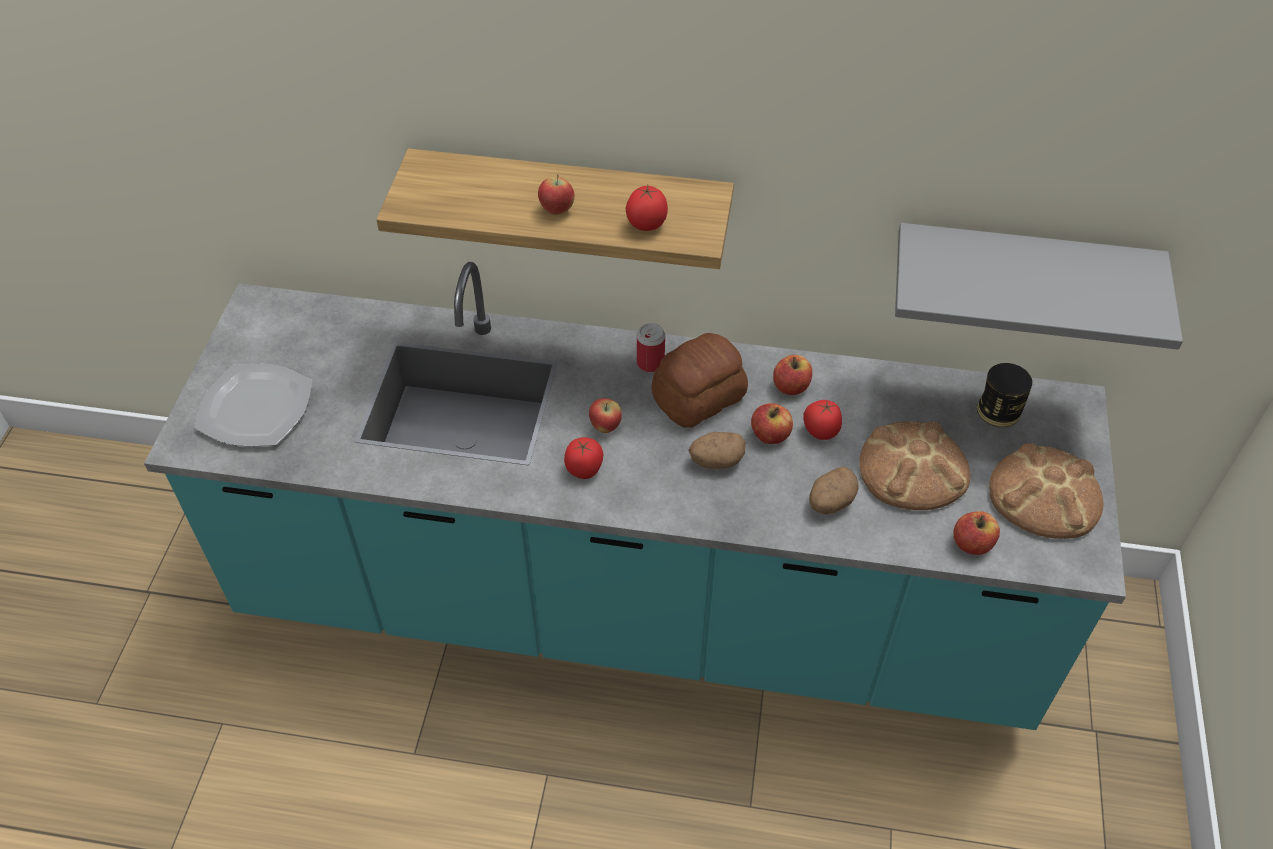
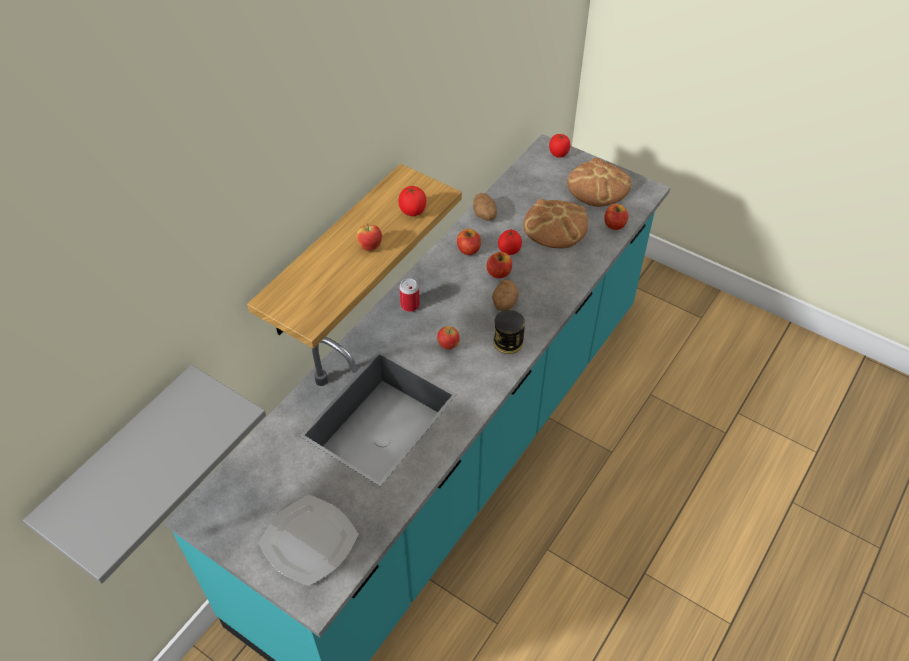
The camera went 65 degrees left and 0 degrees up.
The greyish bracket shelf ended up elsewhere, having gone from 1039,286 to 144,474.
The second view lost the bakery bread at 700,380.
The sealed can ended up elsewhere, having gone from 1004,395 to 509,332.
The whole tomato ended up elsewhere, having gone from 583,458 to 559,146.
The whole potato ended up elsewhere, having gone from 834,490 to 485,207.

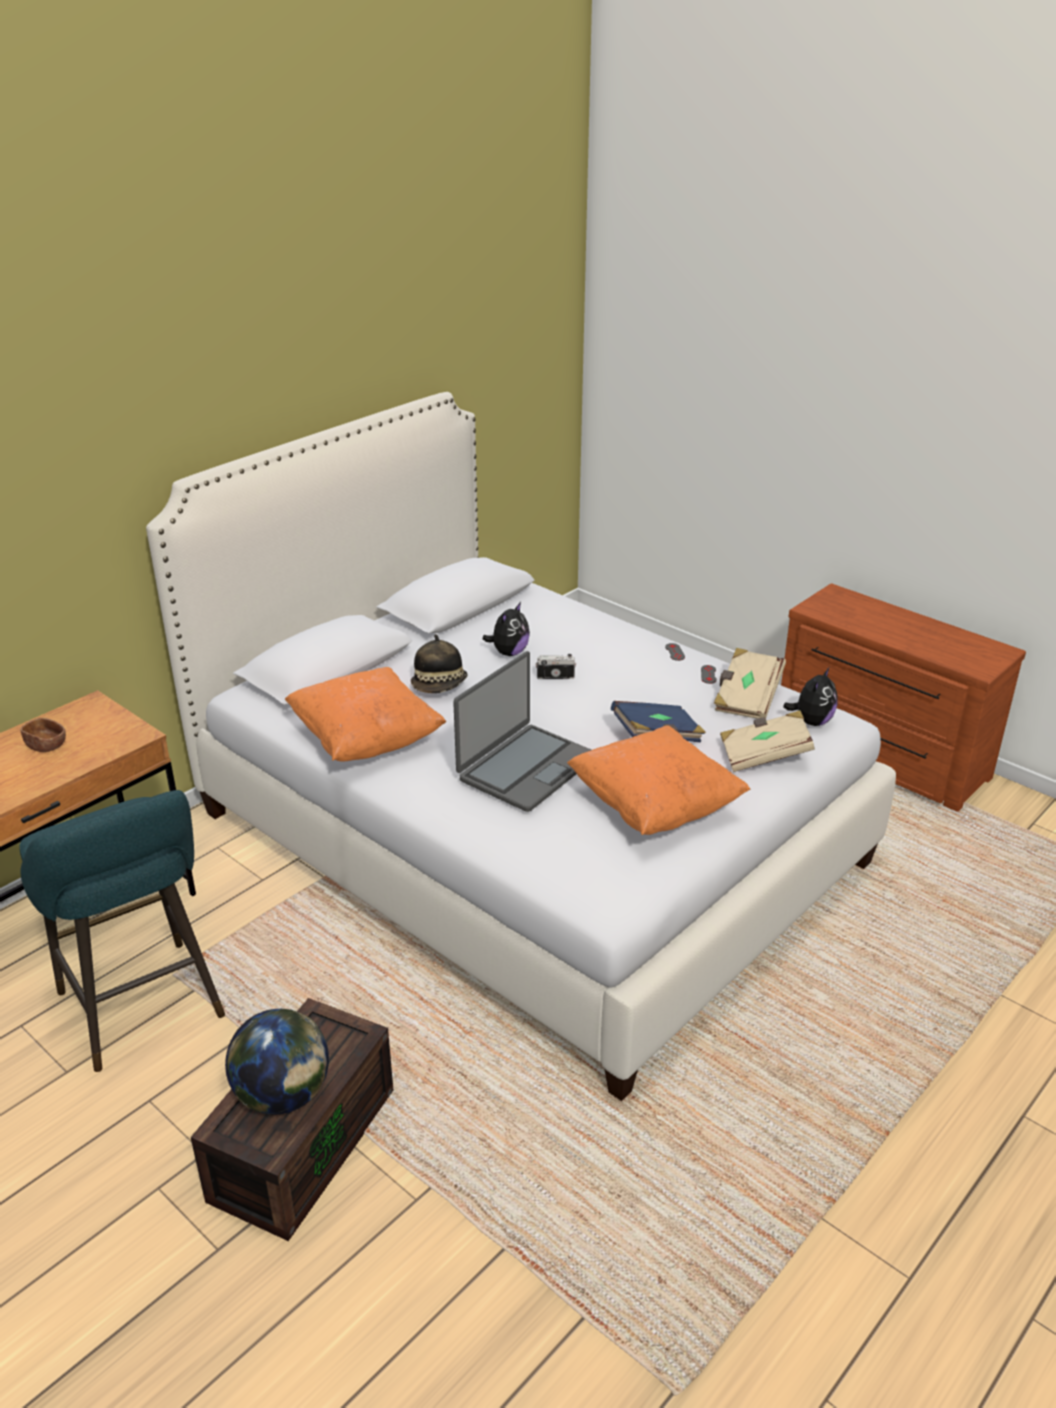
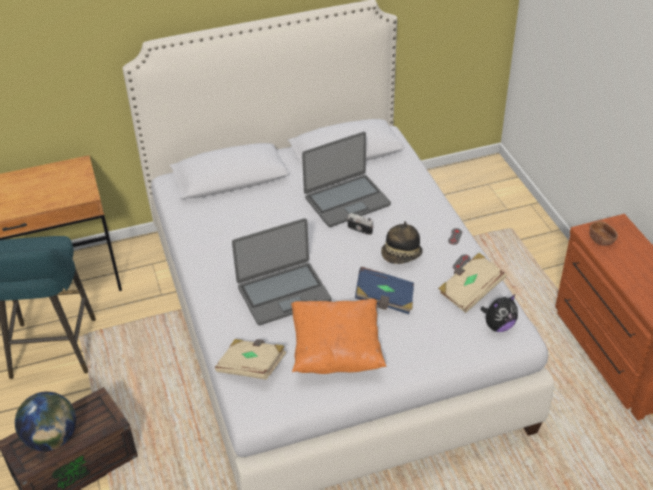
The camera went 30 degrees right and 10 degrees up.
Where the cuddly toy stood at 506,629, the notebook computer came to stand at 346,179.
The wearable hat ended up elsewhere, having gone from 439,663 to 402,242.
The second view lost the orange cushion at 365,714.
The beige volume ended up elsewhere, having gone from 767,741 to 250,359.
The brownish serving bowl ended up elsewhere, having gone from 43,735 to 603,233.

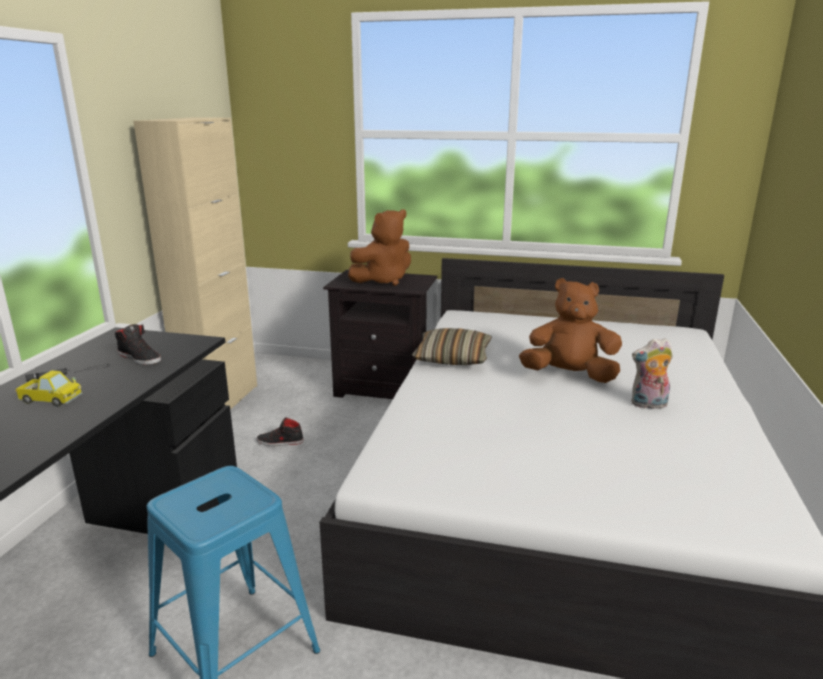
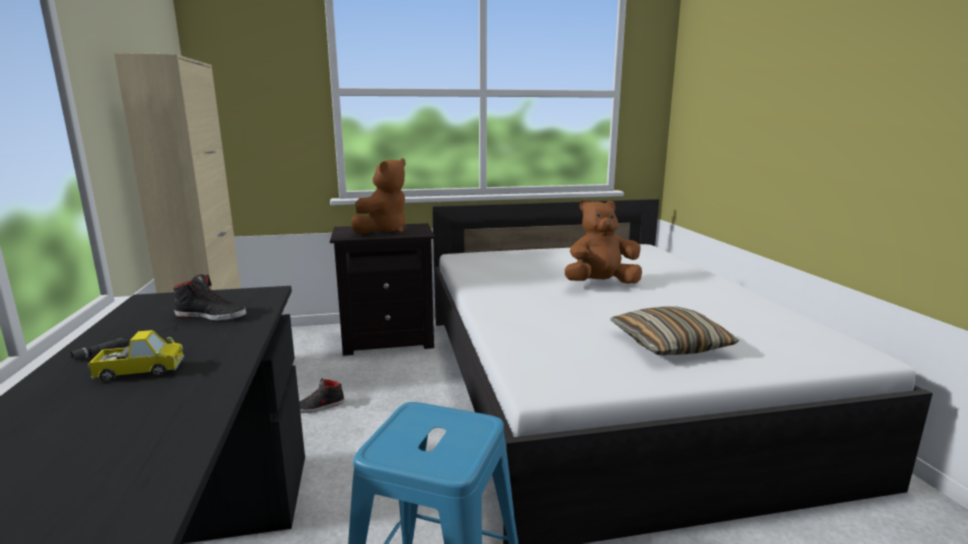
The camera went 25 degrees left and 5 degrees down.
The cushion ended up elsewhere, having gone from 452,346 to 674,330.
The second view lost the cuddly toy at 652,373.

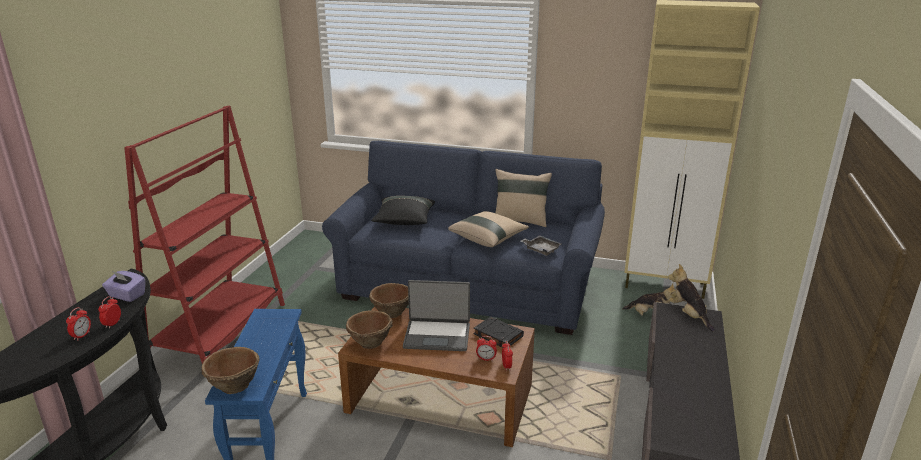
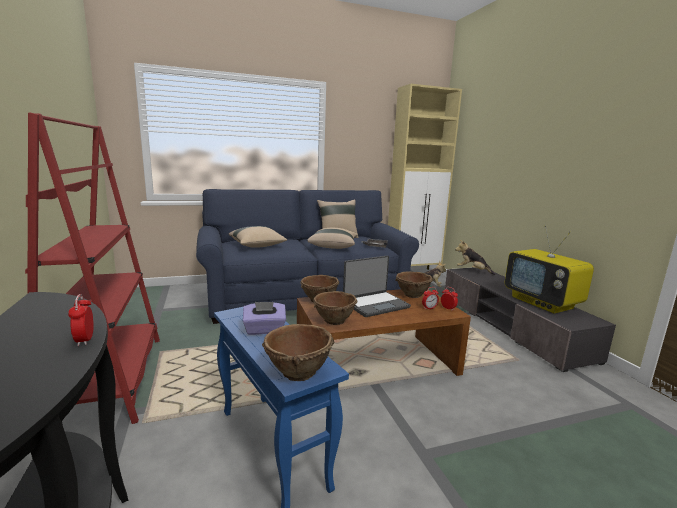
The camera went 35 degrees left and 10 degrees down.
What was the black cushion at 403,210 turned into the beige cushion at 257,237.
The purple-coloured tissue holder ended up elsewhere, having gone from 123,286 to 264,318.
The second view lost the bedside clock at 78,324.
Where the black volume stood at 498,332, the brownish serving bowl came to stand at 414,284.
The second view gained the TV set at 549,269.

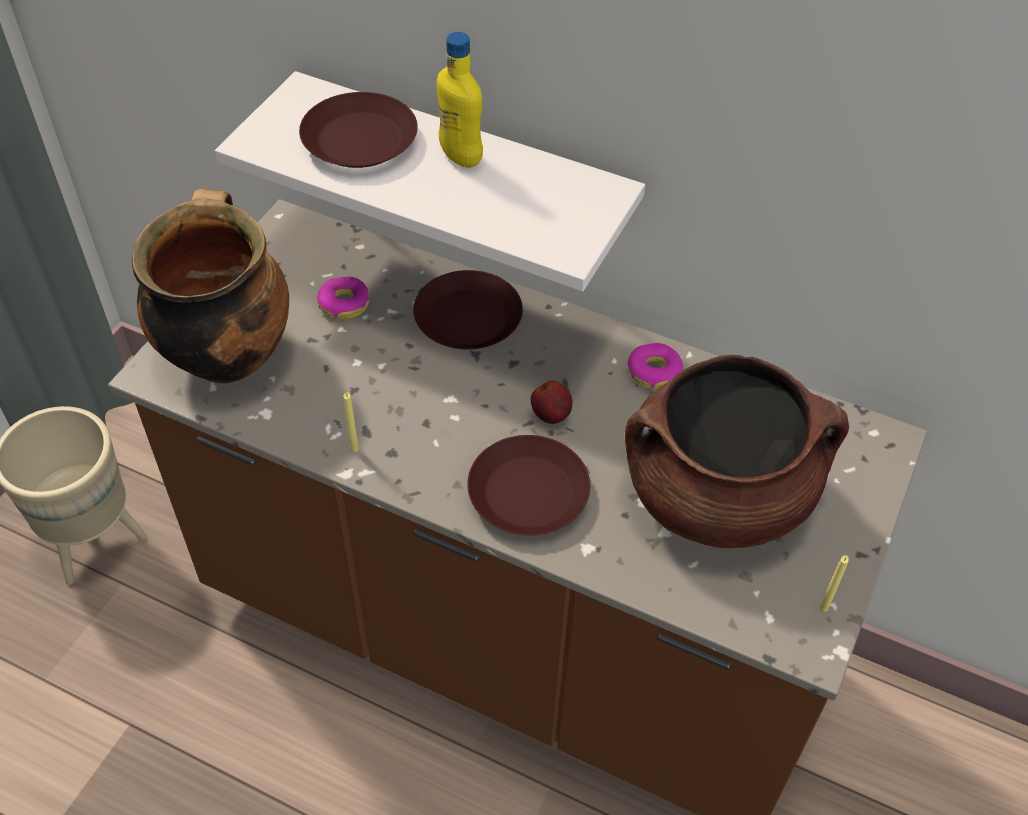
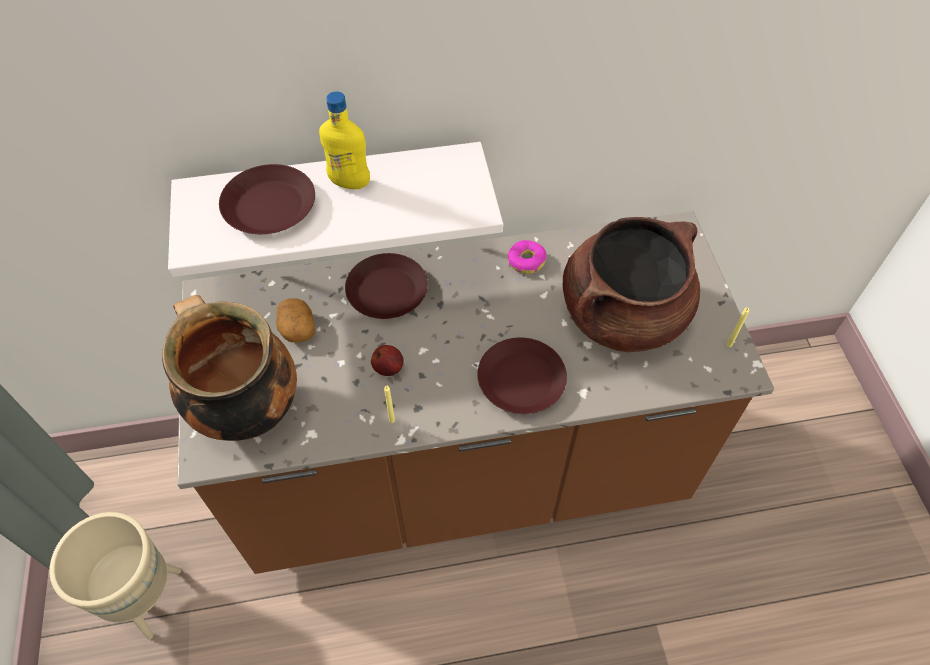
The camera went 35 degrees left and 5 degrees up.
Where the ring doughnut stood at 343,298, the whole potato came to stand at 295,321.
The apple ended up elsewhere, having gone from 551,402 to 387,360.

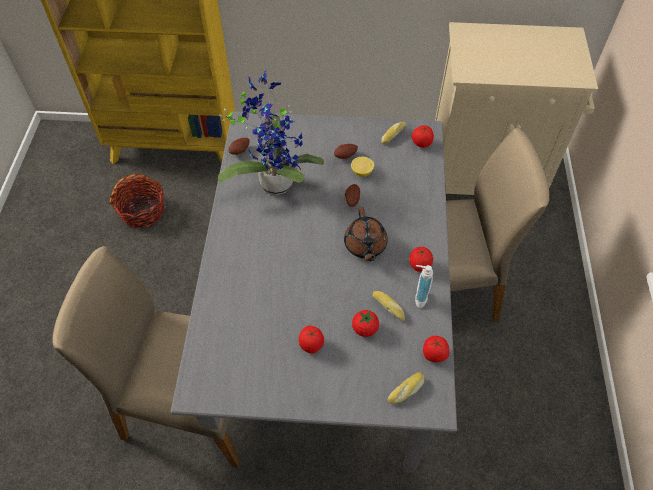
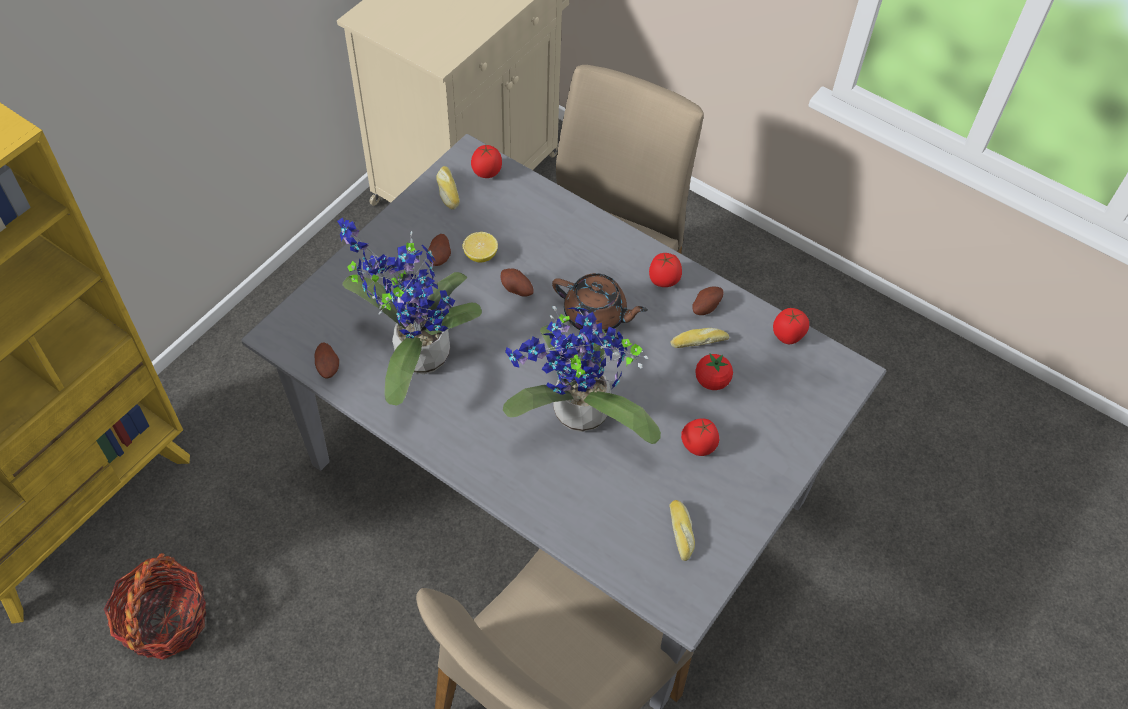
The camera went 60 degrees left and 0 degrees up.
Where the liquid soap bottle stood at 424,286, the whole potato came to stand at 708,300.
The bakery bread ended up elsewhere, having gone from 406,388 to 682,530.
The second view gained the houseplant at 582,375.

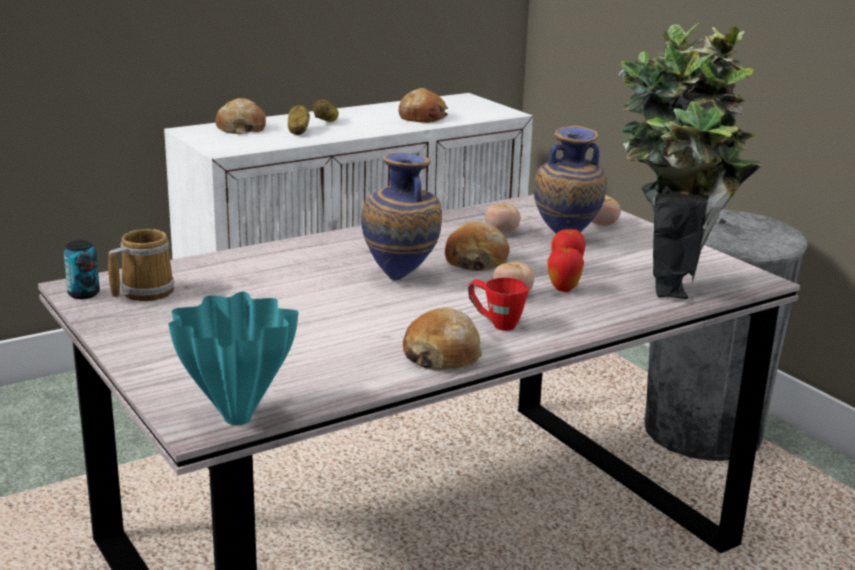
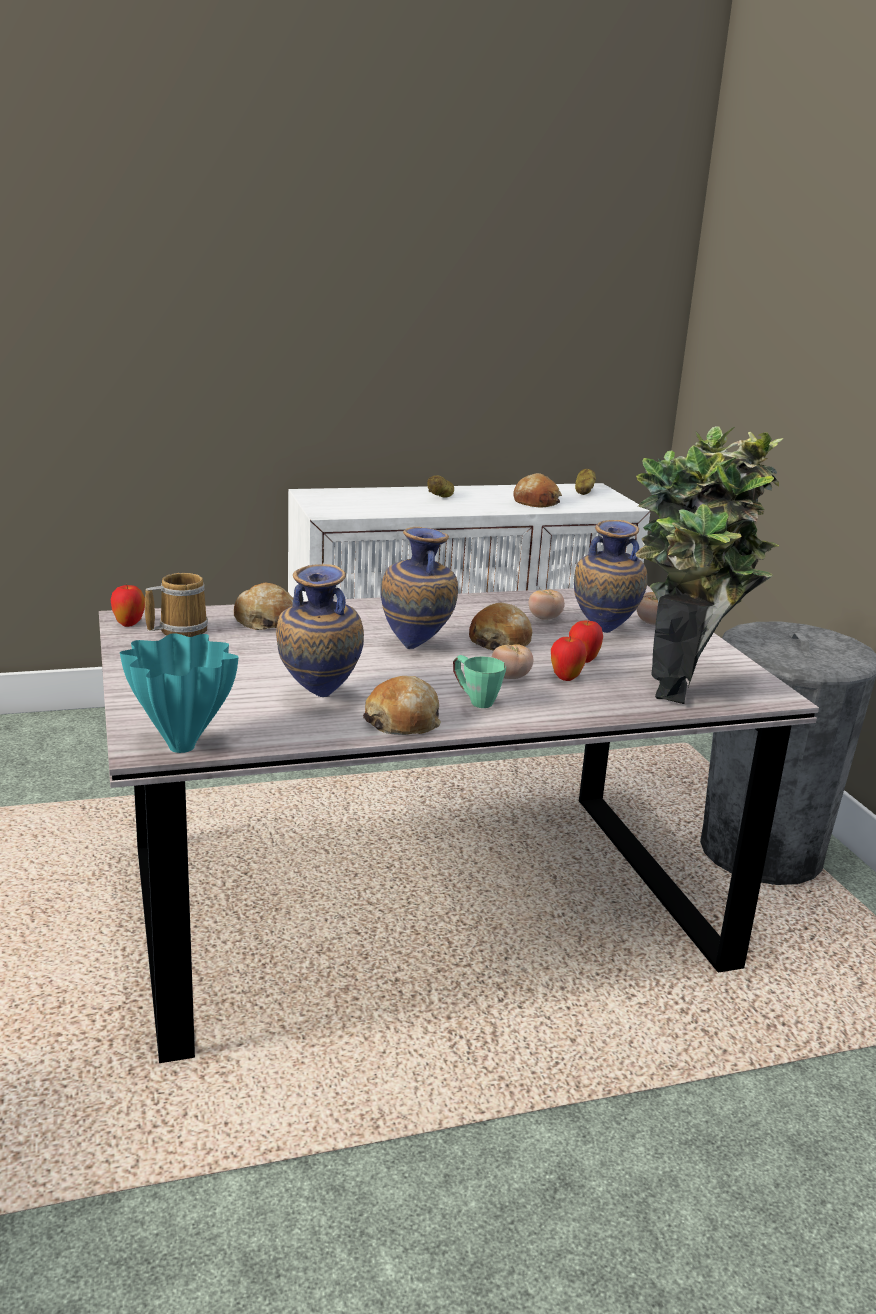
The camera went 15 degrees right and 0 degrees up.
The bakery bread ended up elsewhere, having gone from 241,116 to 263,606.
The whole potato ended up elsewhere, having gone from 299,120 to 585,482.
Where the sealed can stood at 81,269, the apple came to stand at 128,605.
What was the red-coloured coffee mug at 498,304 turned into the greenish coffee mug at 479,681.
The second view gained the flower vase at 320,630.

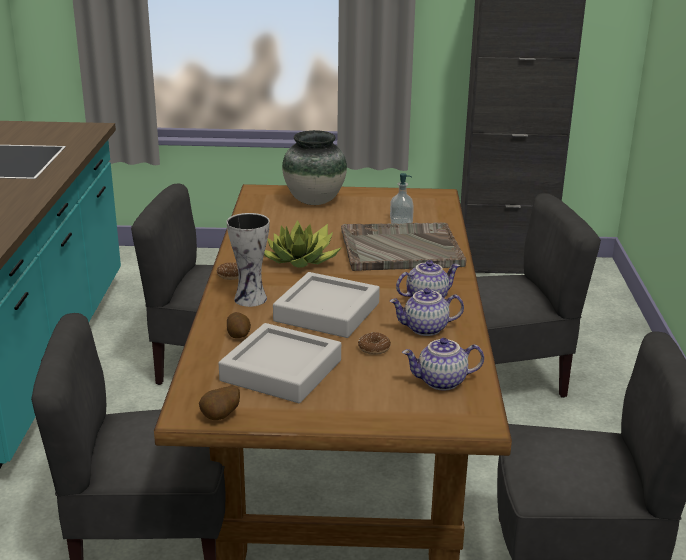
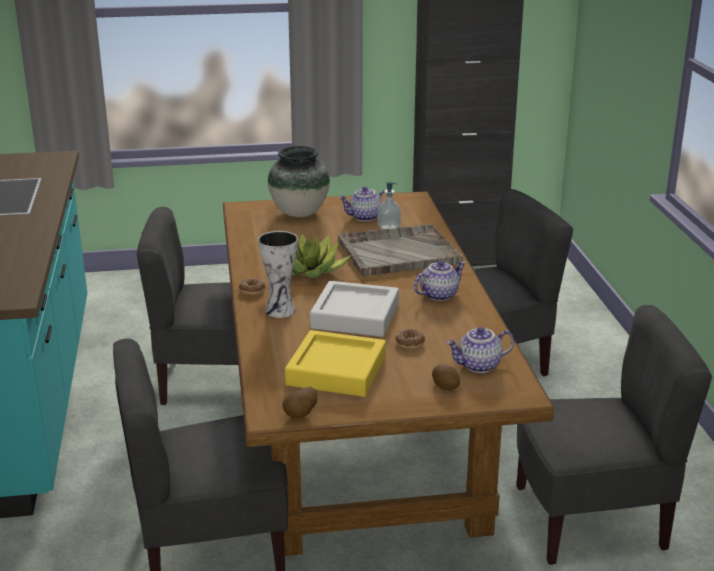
The camera went 10 degrees left and 0 degrees up.
The teapot ended up elsewhere, having gone from 426,312 to 362,203.
The whole potato ended up elsewhere, having gone from 239,325 to 446,377.
What was the greyish tray at 280,363 turned into the yellow-coloured tray at 335,363.

